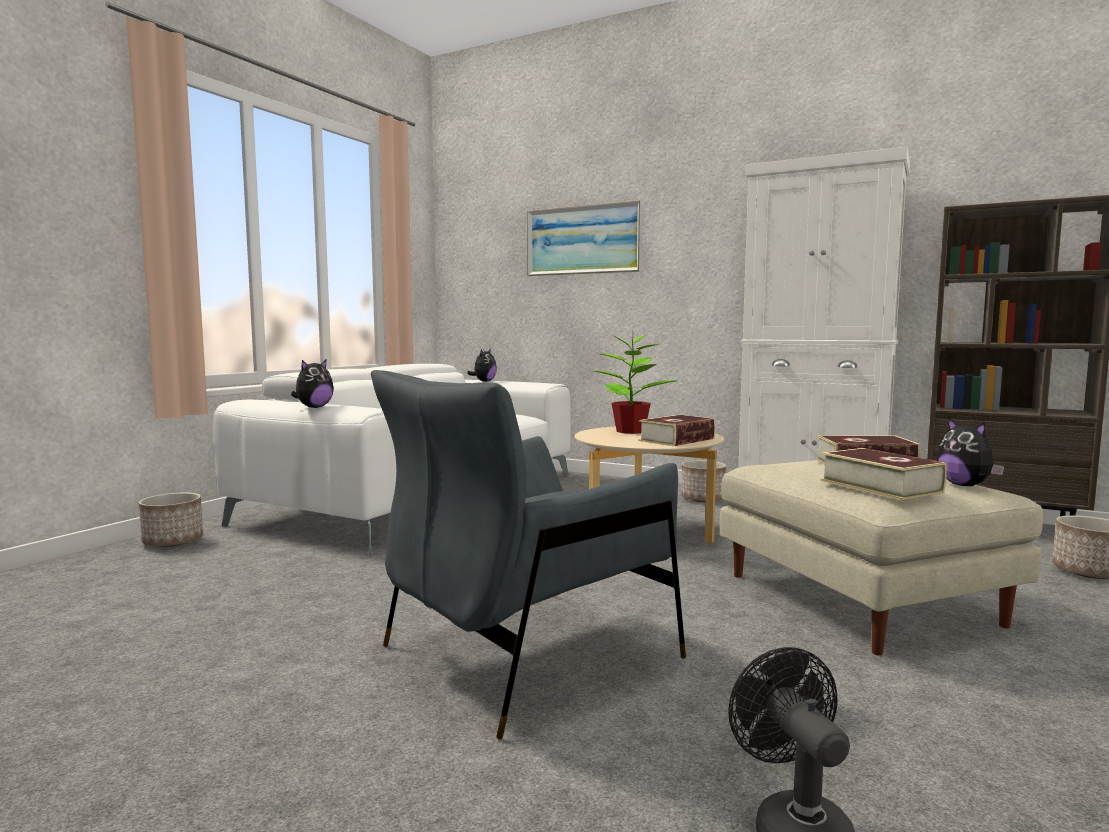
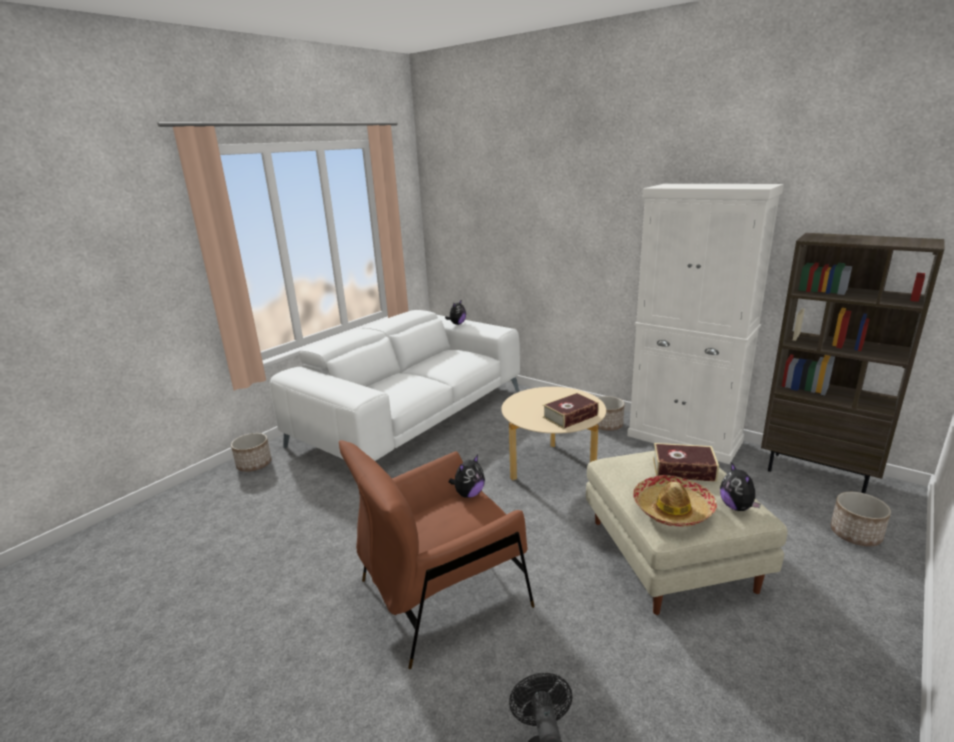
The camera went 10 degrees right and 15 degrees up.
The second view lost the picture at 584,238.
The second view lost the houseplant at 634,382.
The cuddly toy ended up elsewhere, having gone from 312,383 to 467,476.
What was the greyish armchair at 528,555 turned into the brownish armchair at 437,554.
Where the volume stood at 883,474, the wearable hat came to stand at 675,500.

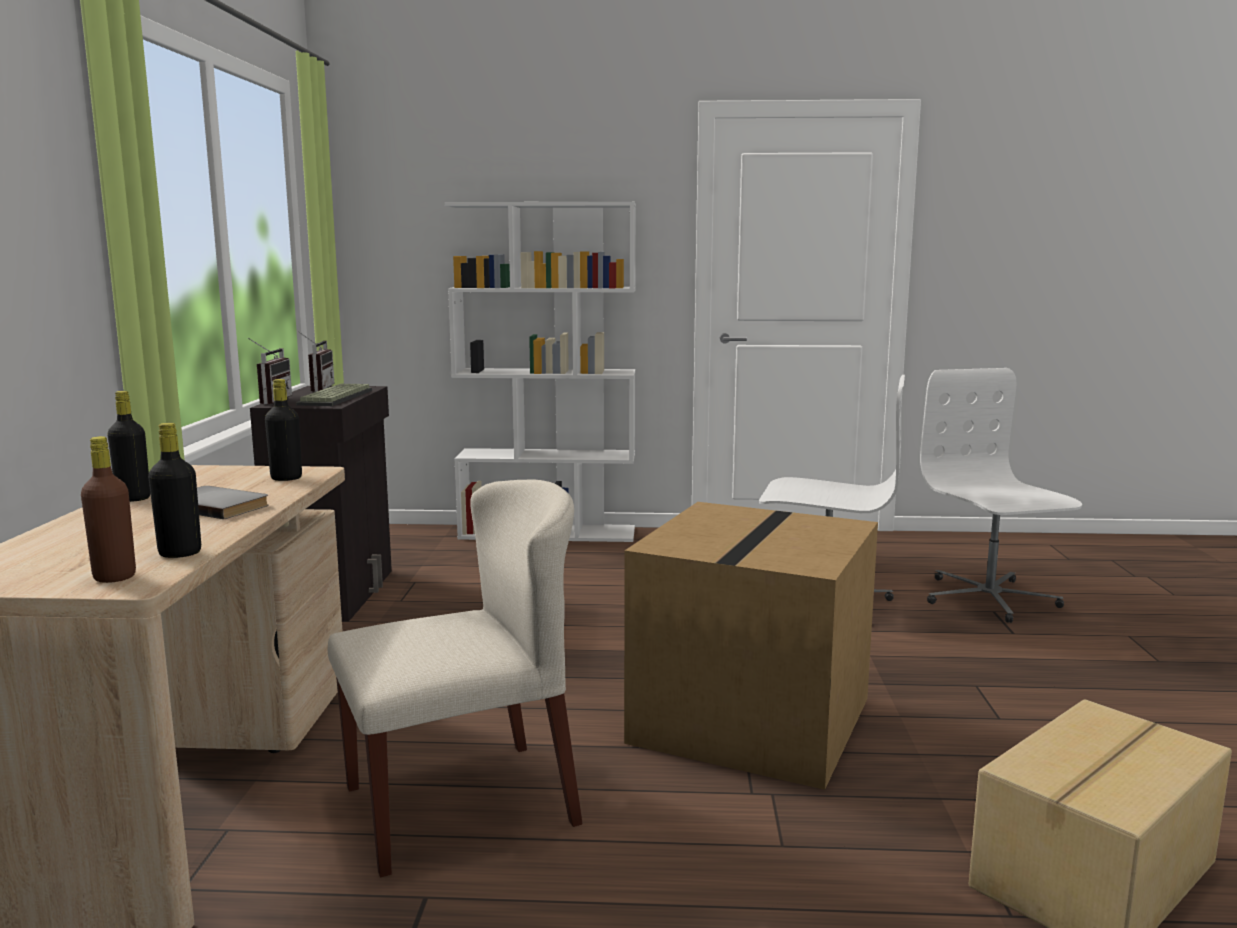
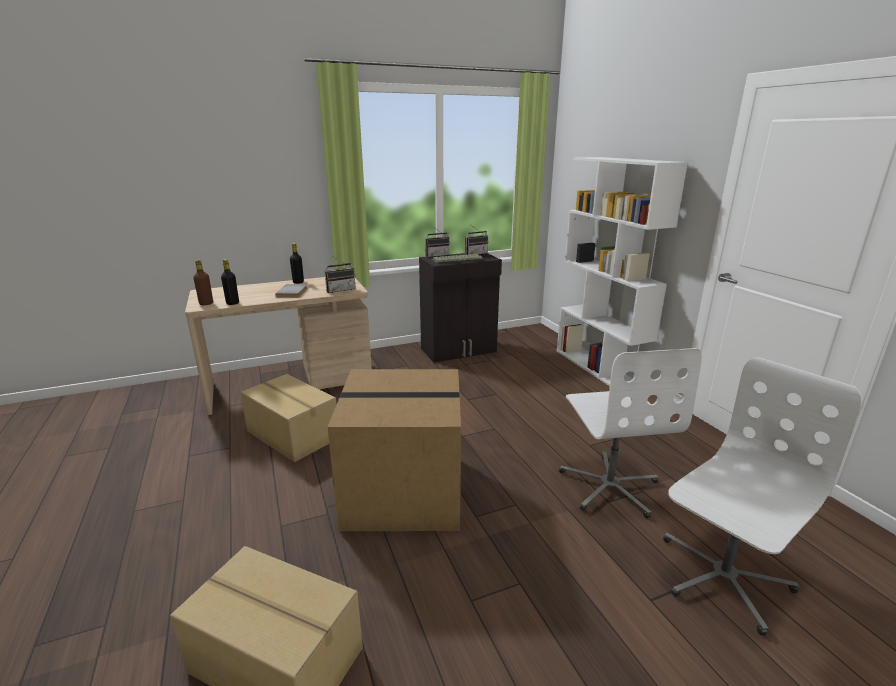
The camera went 65 degrees right and 10 degrees up.
Where the black bottle stood at 283,430, the radio came to stand at 340,274.
Where the beige upright chair stood at 455,678, the packing box came to stand at 288,418.

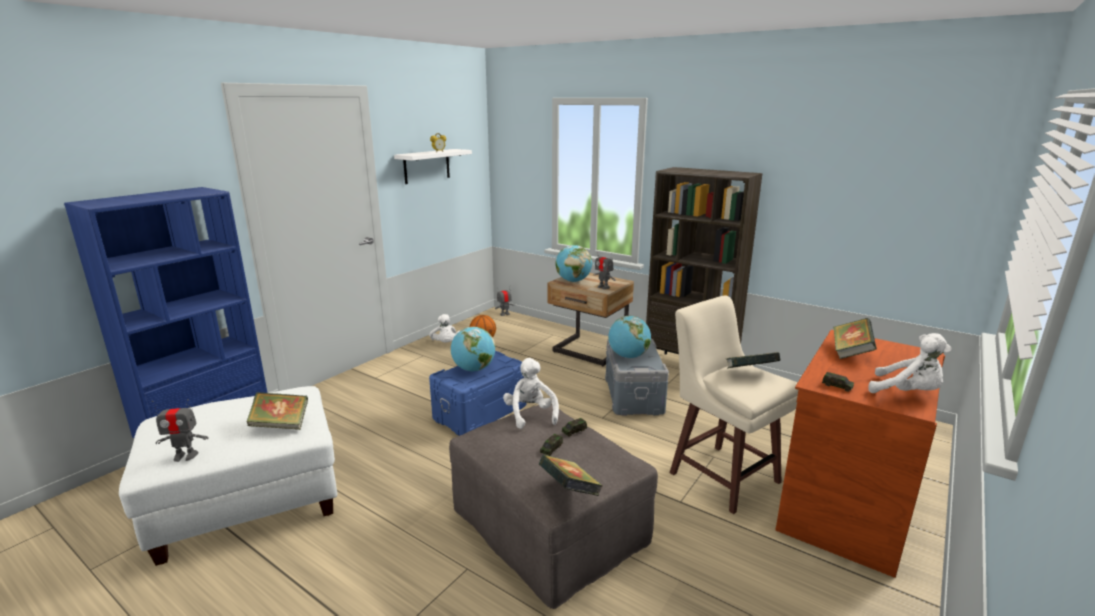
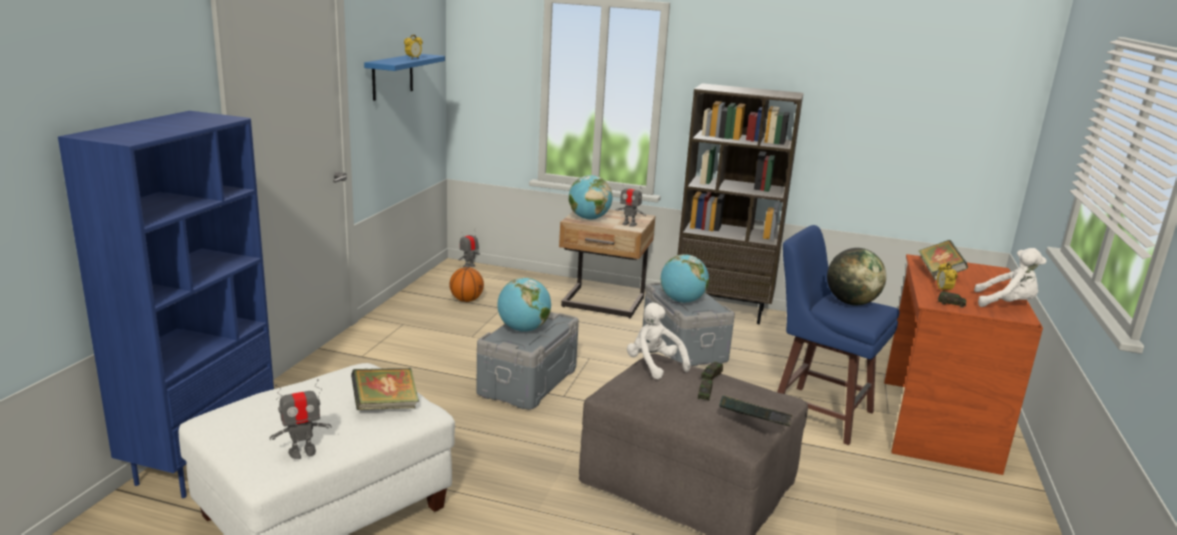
The camera went 20 degrees left and 0 degrees up.
What was the white bracket shelf at 433,166 turned into the bluish bracket shelf at 404,77.
What was the beige stool seat at 734,405 turned into the bluish stool seat at 838,335.
The second view lost the white cuddly toy at 444,328.
What was the bluish storage container at 478,393 turned into the greyish storage container at 527,361.
Where the volume stood at 754,360, the globe came to stand at 856,277.
The second view gained the bedside clock at 947,277.

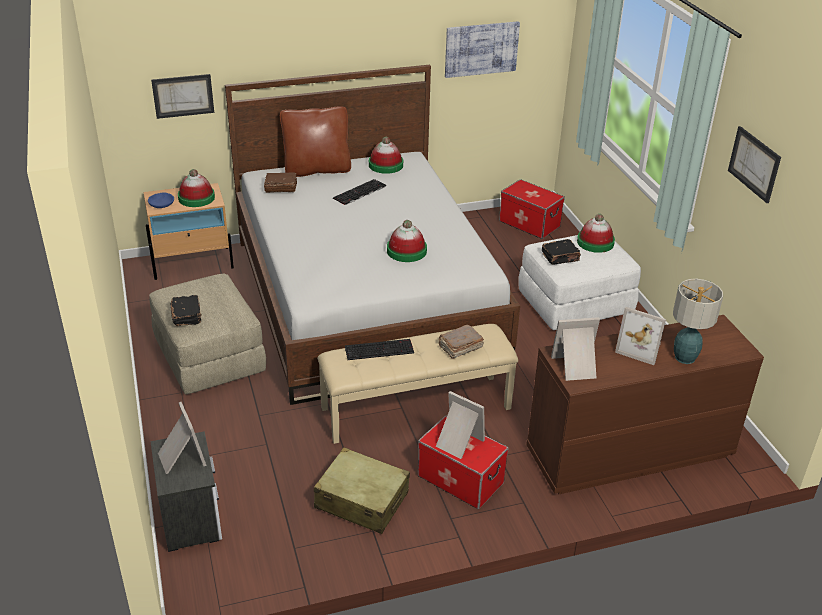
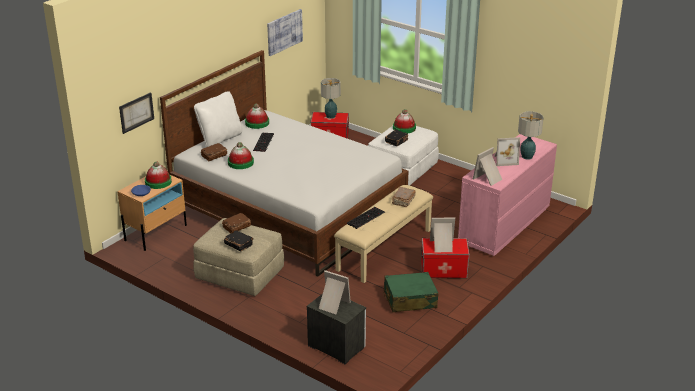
The camera went 35 degrees left and 5 degrees down.
What was the brownish cushion at 315,141 turned into the white cushion at 218,119.
The second view lost the picture at 754,164.
The wearable hat ended up elsewhere, having gone from 407,241 to 241,155.
What was the brownish dresser at 645,404 turned into the pink-coloured dresser at 507,195.
What was the beige piece of luggage at 362,490 turned into the greenish piece of luggage at 410,292.
The second view gained the table lamp at 331,98.
The second view gained the brownish volume at 236,223.

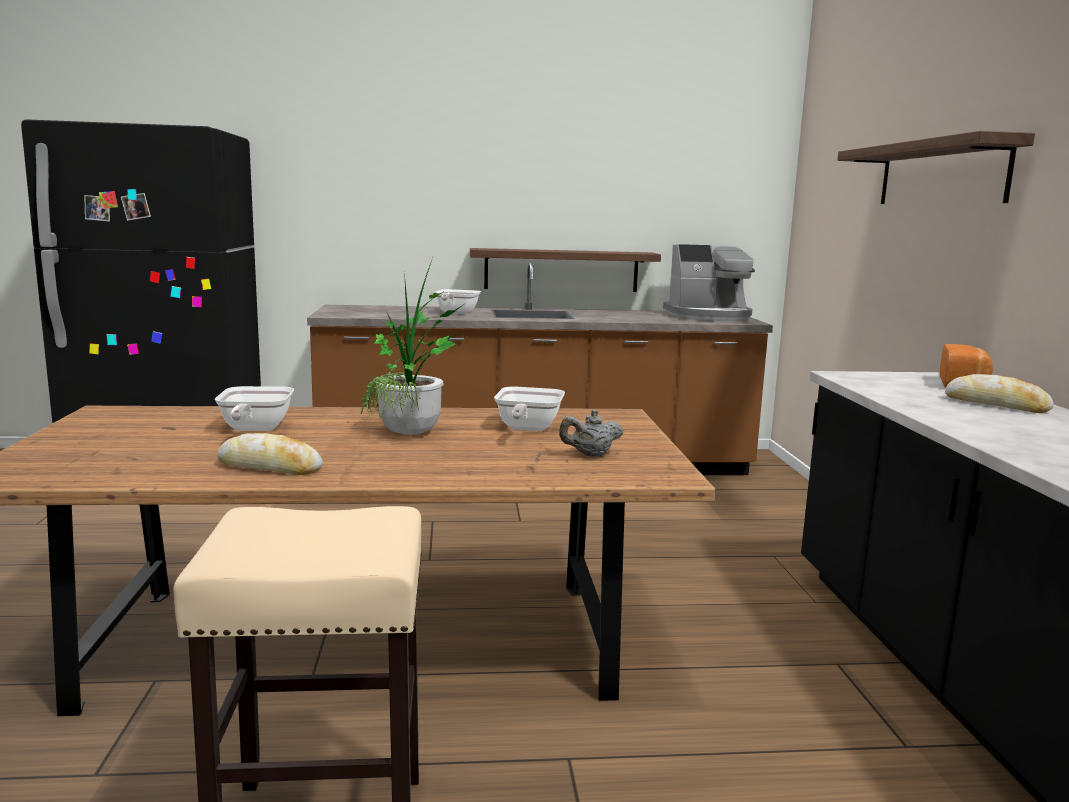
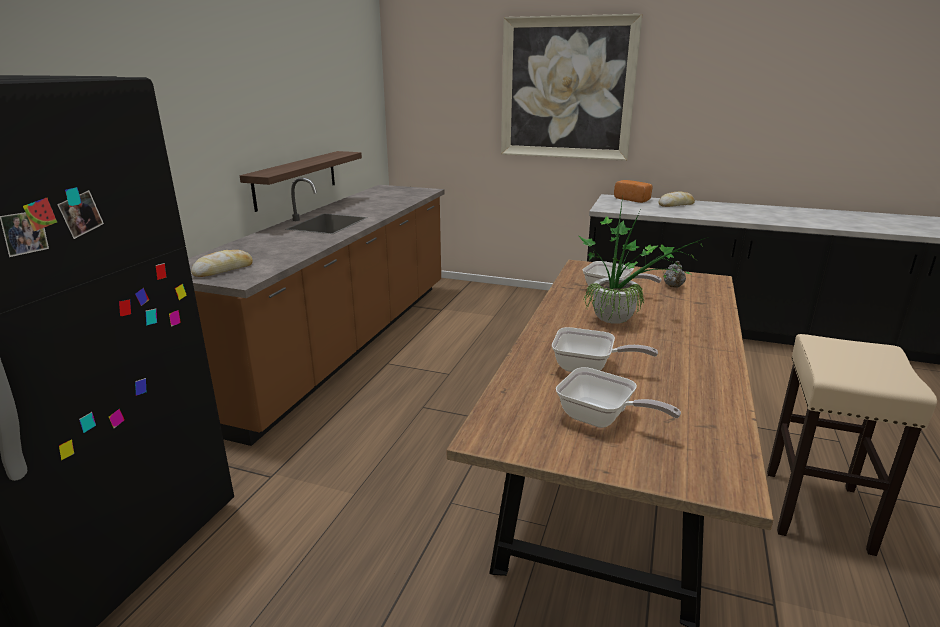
The camera went 65 degrees left and 10 degrees up.
Where the bracket shelf hung at 936,167, the picture came to hang at 571,87.
The second view lost the coffee maker at 709,282.
The pan ended up elsewhere, having gone from 457,301 to 618,397.
The bakery bread ended up elsewhere, having gone from 270,454 to 222,263.

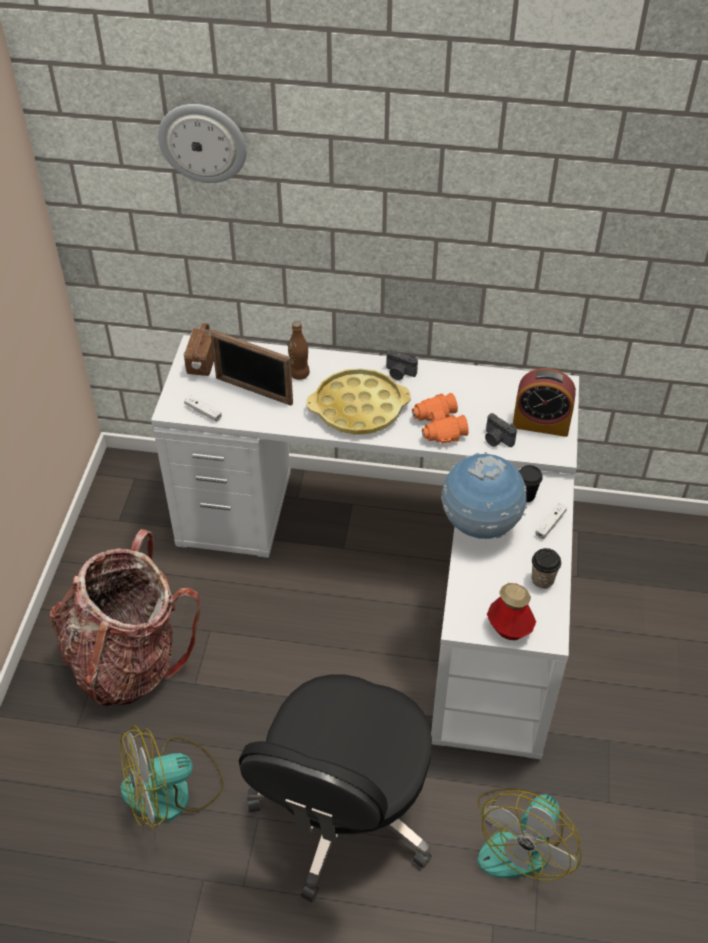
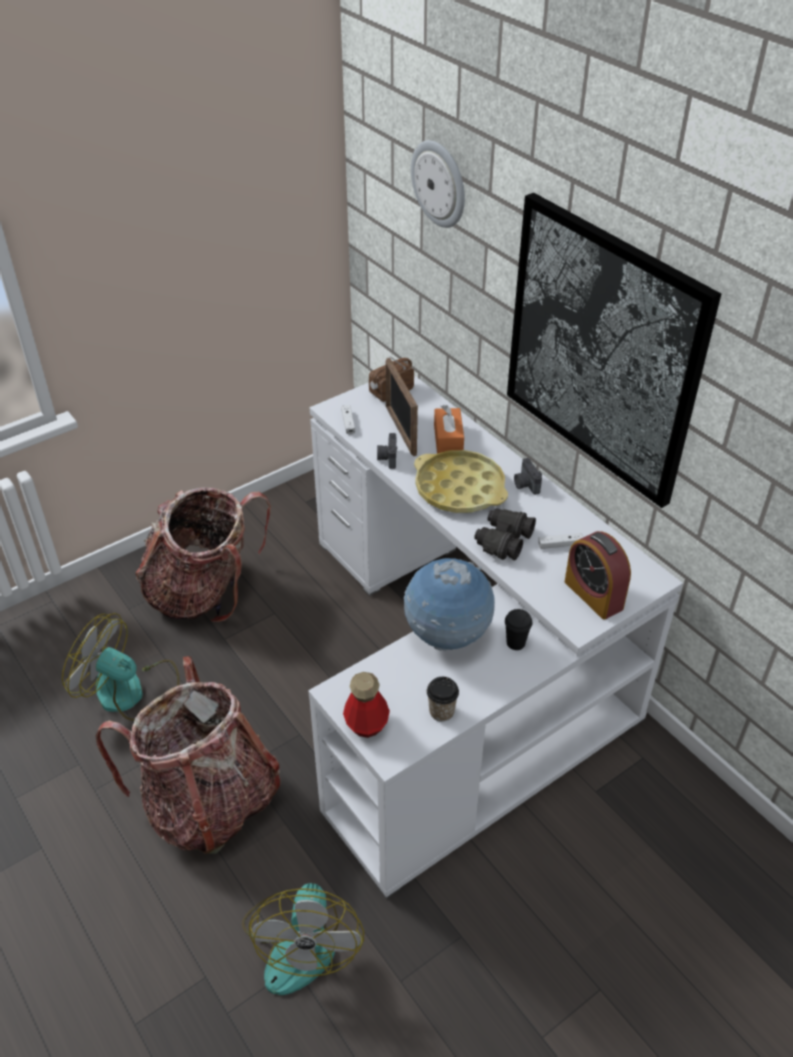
The camera went 45 degrees right and 5 degrees down.
Where the brownish bottle stood at 299,350, the orange tissue holder came to stand at 449,429.
What was the orange binoculars at 440,418 turned into the black binoculars at 505,534.
The still camera ended up elsewhere, having gone from 501,430 to 387,451.
The white gamepad ended up elsewhere, having gone from 551,521 to 560,541.
Where the black computer chair stood at 335,788, the knapsack came to stand at 187,755.
The fan at 529,834 ended up facing another way, 75 degrees counterclockwise from before.
The second view gained the picture at 614,350.

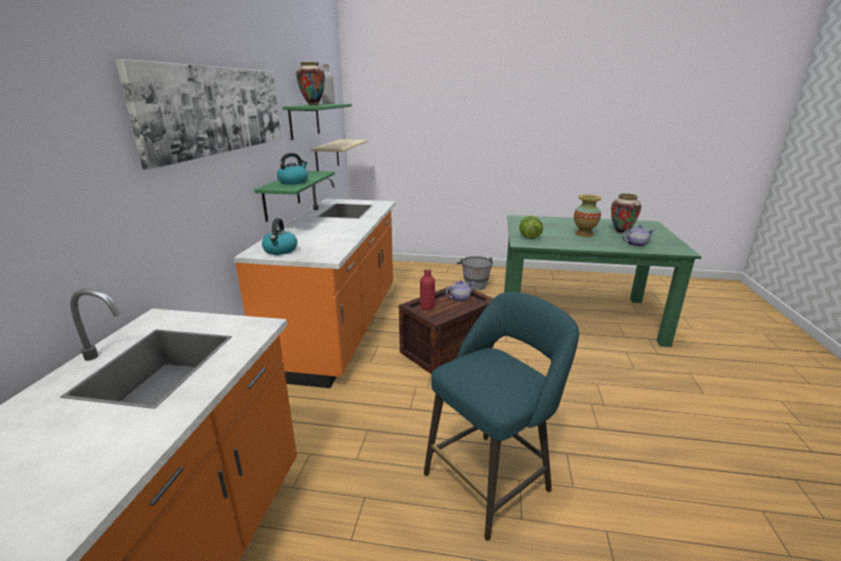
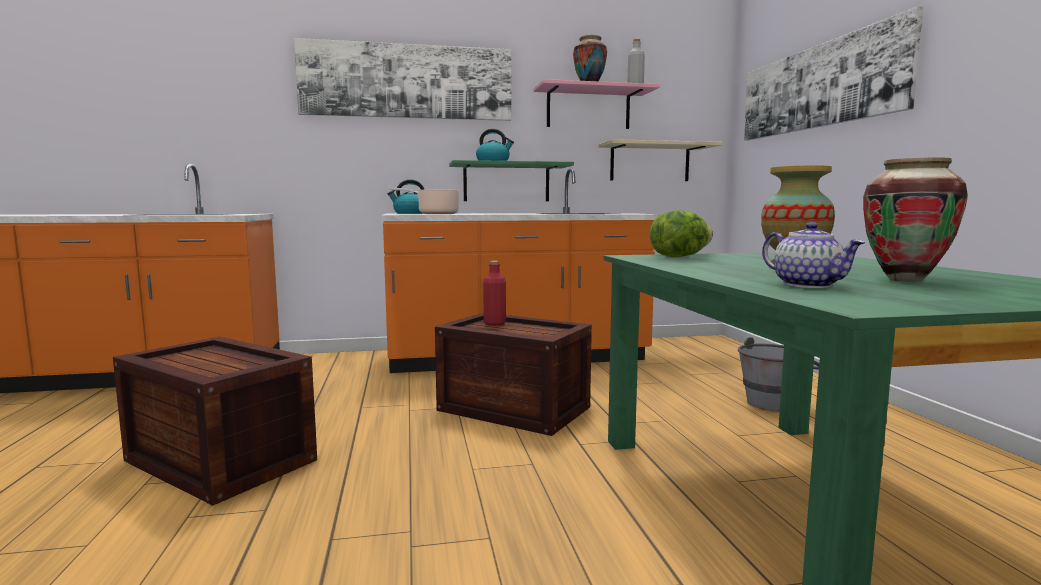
The camera went 70 degrees right and 15 degrees down.
What was the greenish bracket shelf at 317,122 turned into the pink-coloured bracket shelf at 597,104.
The second view lost the teapot at 460,291.
Where the turquoise stool seat stood at 501,416, the packing crate came to stand at 215,421.
The second view gained the picture at 833,73.
The second view gained the cooking pot at 424,201.

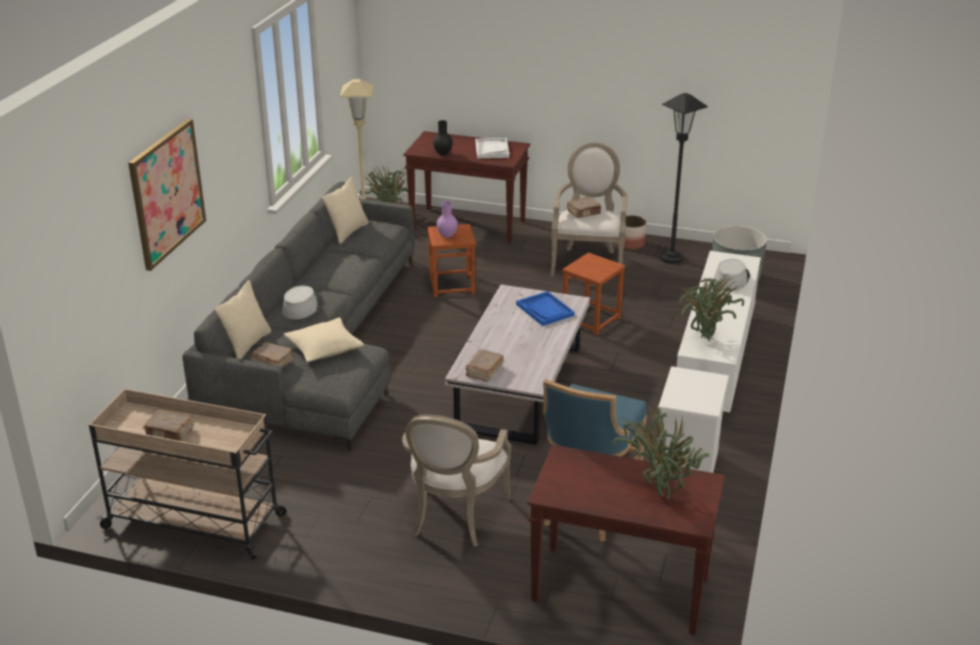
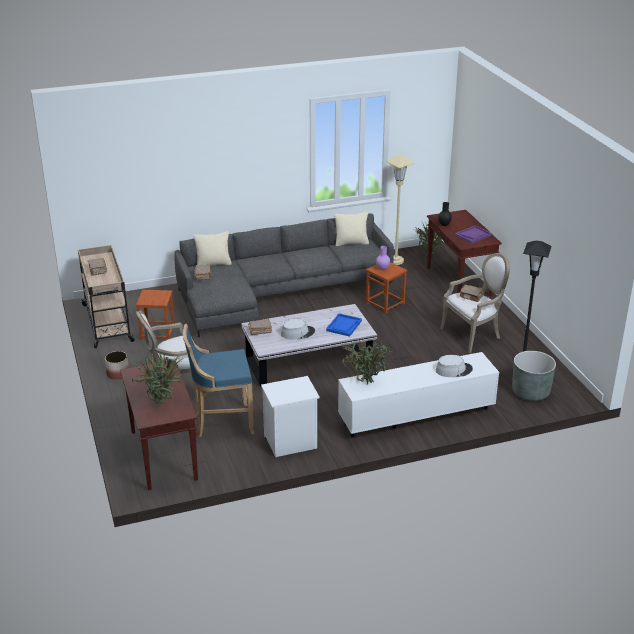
The camera went 55 degrees right and 0 degrees up.
The second view lost the picture at 167,194.
What was the white tray at 492,148 turned into the purple-coloured tray at 473,234.
The plant pot ended up elsewhere, having gone from 632,232 to 117,365.
The brownish stool seat ended up elsewhere, having gone from 593,293 to 155,315.
The greyish wearable hat ended up elsewhere, having gone from 302,302 to 298,329.
The second view lost the beige cushion at 324,339.

